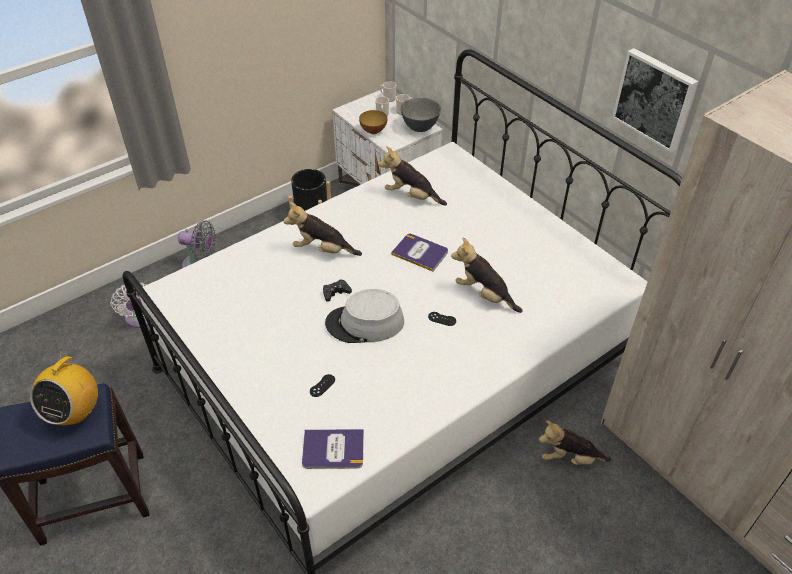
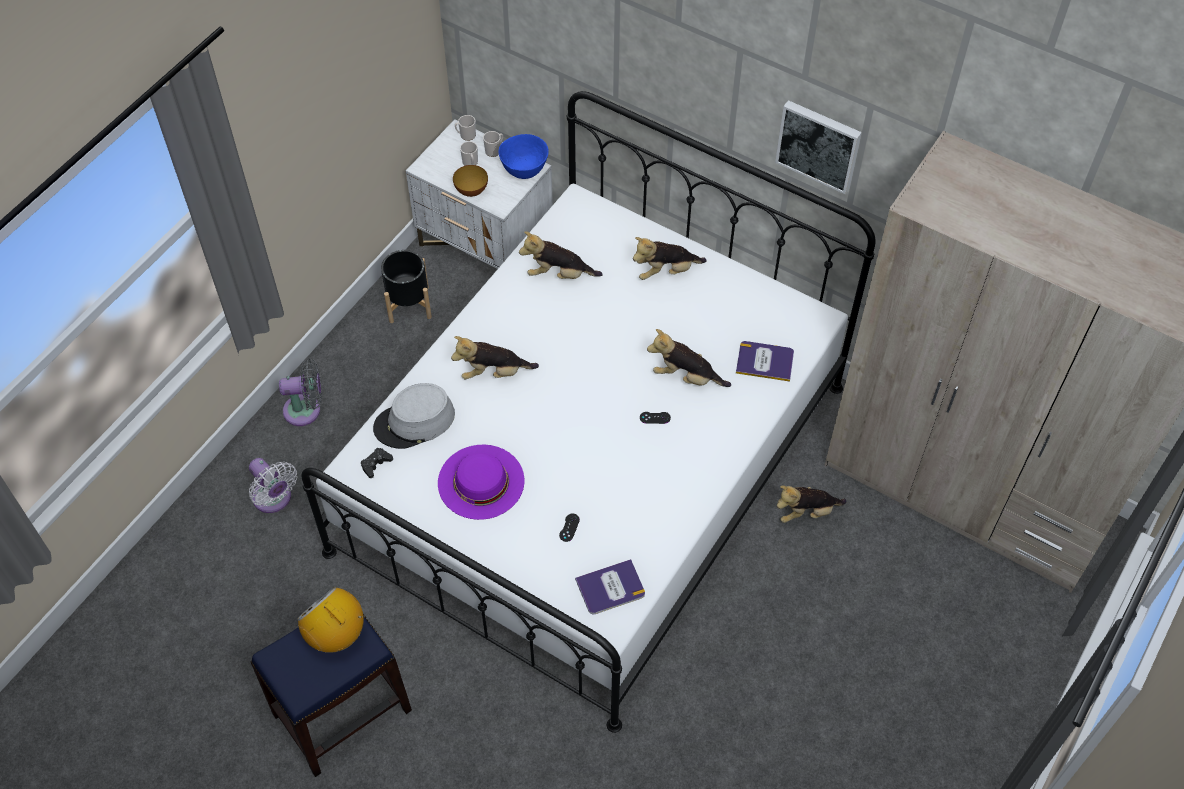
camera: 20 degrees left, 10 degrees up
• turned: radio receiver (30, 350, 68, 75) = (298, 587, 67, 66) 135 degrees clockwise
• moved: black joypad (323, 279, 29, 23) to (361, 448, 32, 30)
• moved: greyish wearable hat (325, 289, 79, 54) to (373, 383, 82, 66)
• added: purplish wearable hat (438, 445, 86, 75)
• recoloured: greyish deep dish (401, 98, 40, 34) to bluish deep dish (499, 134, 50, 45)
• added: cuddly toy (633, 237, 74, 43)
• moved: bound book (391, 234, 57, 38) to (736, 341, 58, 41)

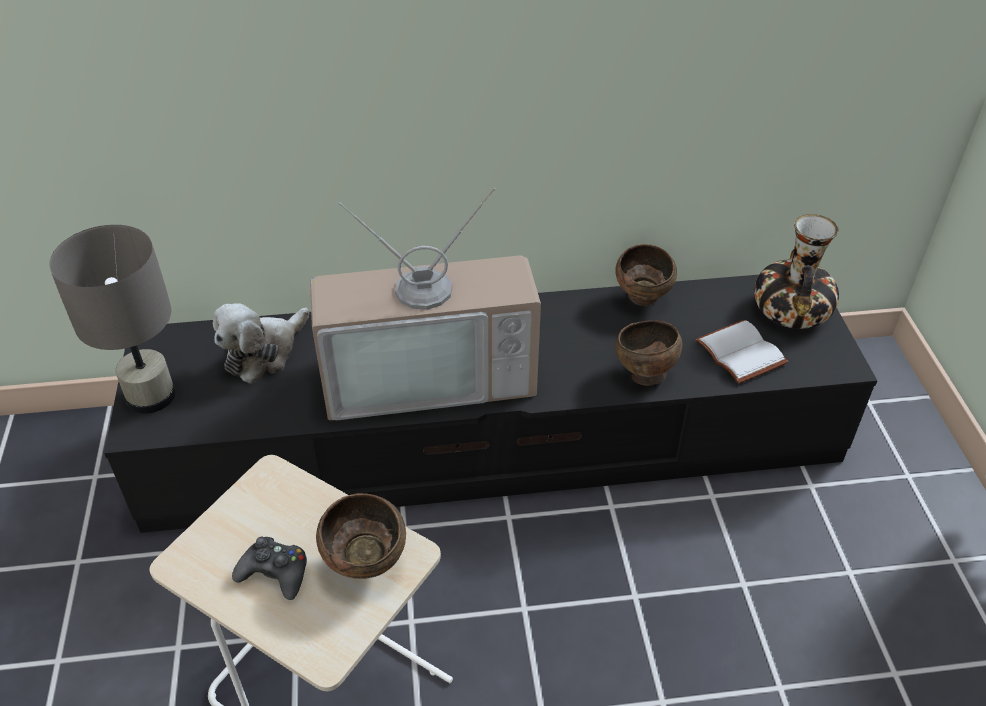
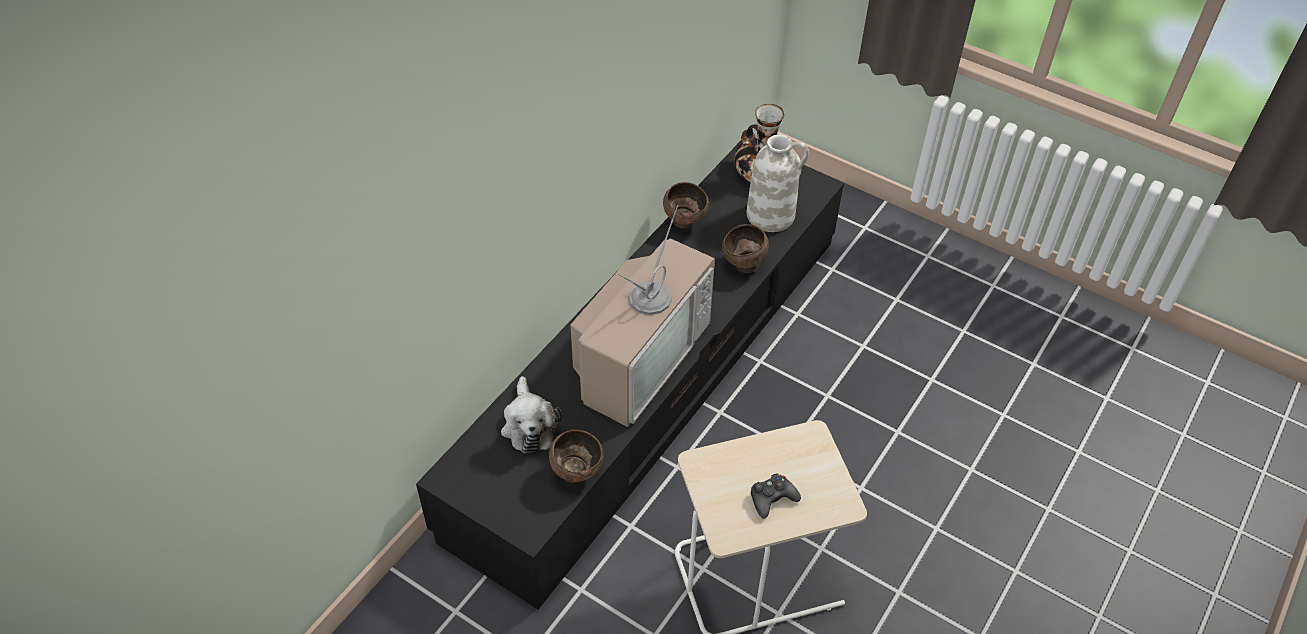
camera: 50 degrees left, 5 degrees up
• moved: brown deep dish (316, 493, 90, 86) to (549, 430, 55, 53)
• replaced: white bound book (696, 320, 92, 64) to white flower vase (747, 135, 62, 97)
• removed: greyish tabletop lamp (49, 225, 127, 189)

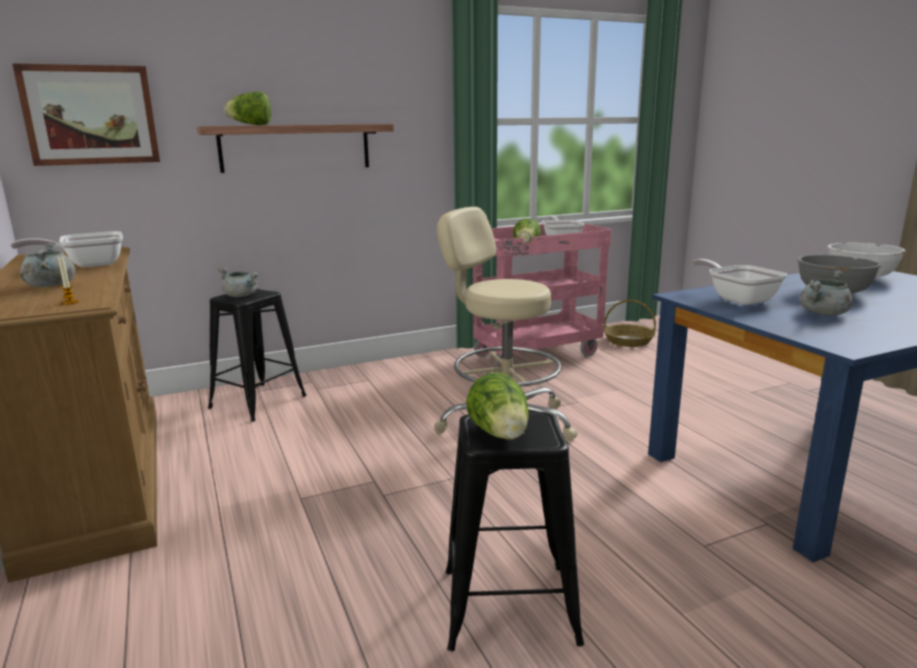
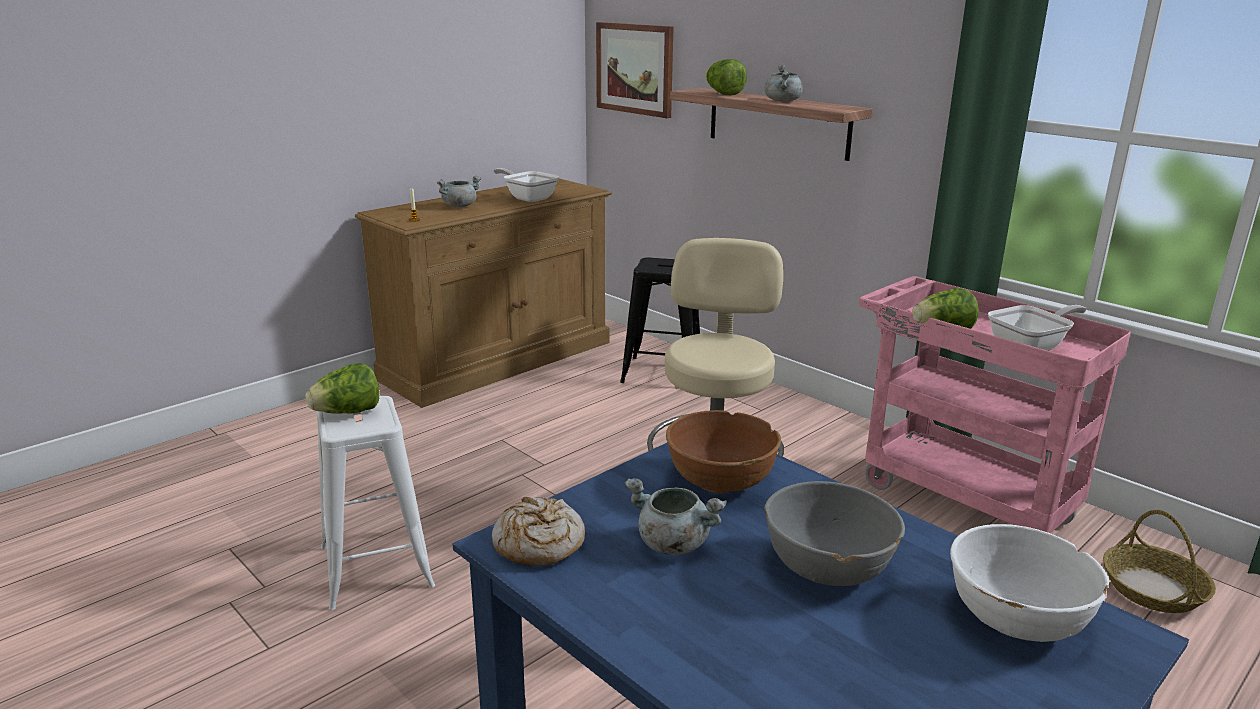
camera: 70 degrees right, 5 degrees up
• recoloured: black sitting stool (446, 412, 138, 239) to white sitting stool (316, 396, 119, 214)
• added: baked bread (492, 497, 93, 69)
• replaced: pan (692, 259, 96, 46) to brown deep dish (666, 410, 115, 84)
• moved: greyish saucepot (218, 267, 41, 30) to (764, 65, 39, 37)

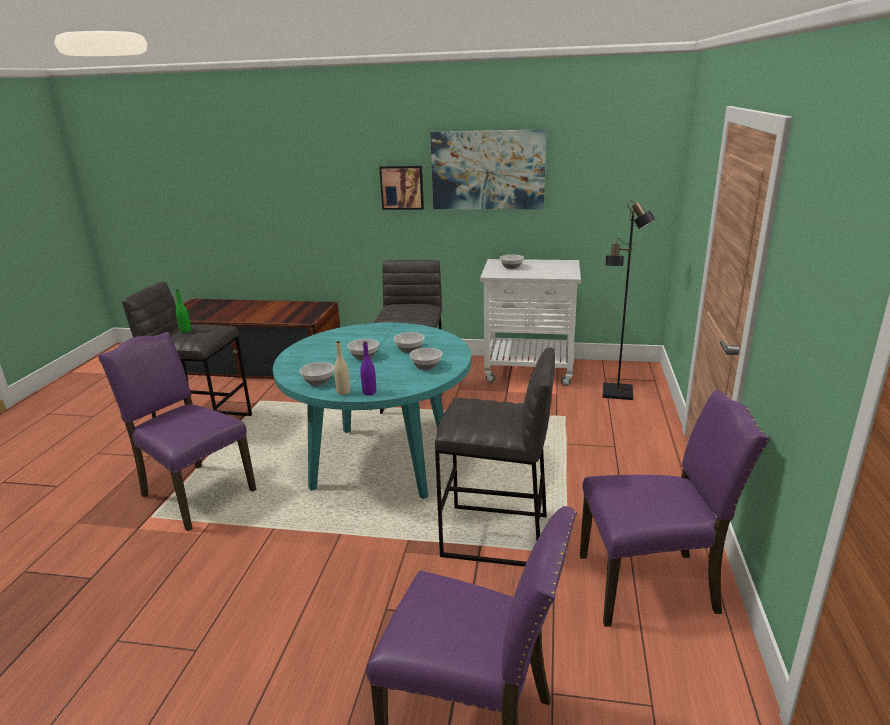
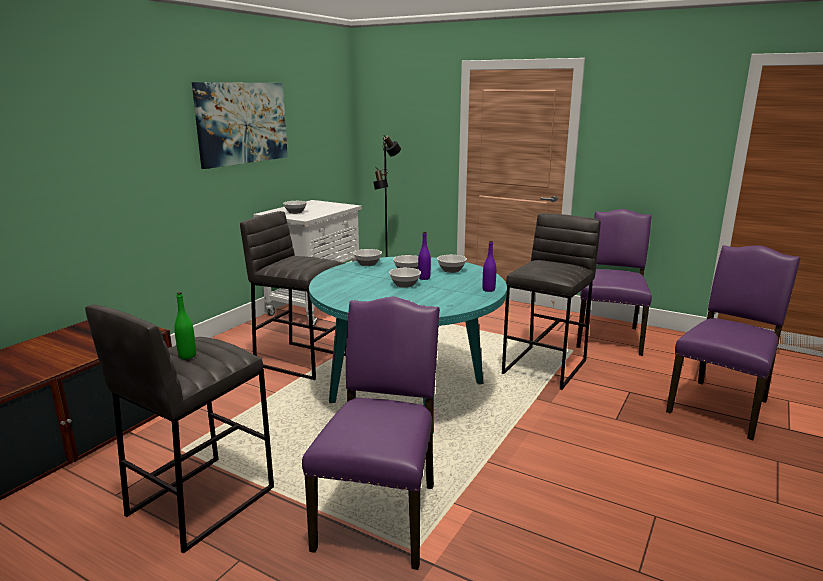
camera: 70 degrees left, 5 degrees down
• turned: purplish plain chair (98, 332, 158, 199) = (302, 297, 138, 273) 135 degrees clockwise
• moved: deep dish (299, 362, 35, 24) to (353, 249, 29, 17)
• added: purplish bottle (418, 232, 13, 48)
• removed: beige-coloured bottle (334, 341, 16, 54)
• removed: wall picture (379, 166, 45, 44)

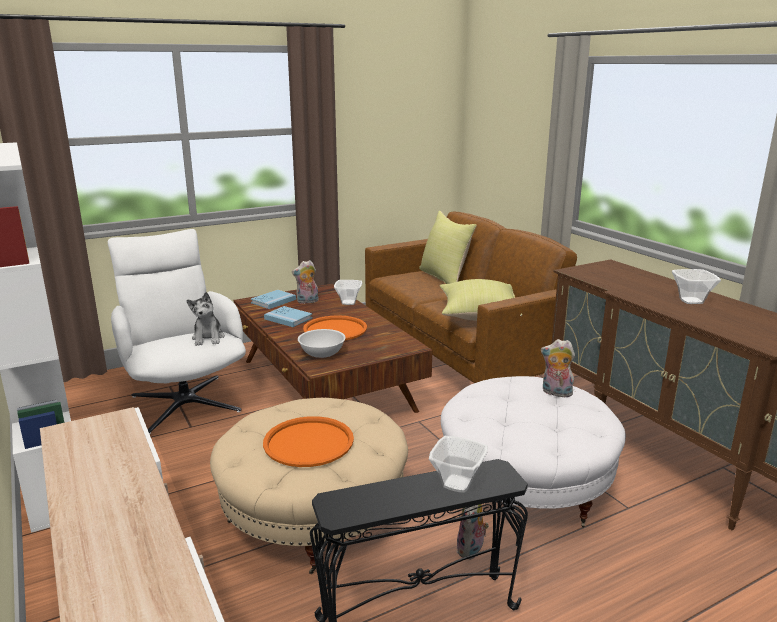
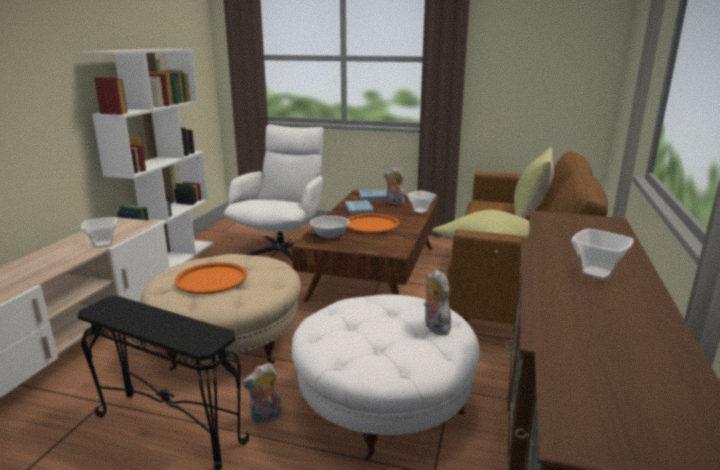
camera: 45 degrees right, 0 degrees up
• moved: deep dish (429, 436, 59, 57) to (81, 217, 36, 31)
• removed: cuddly toy (187, 292, 38, 54)

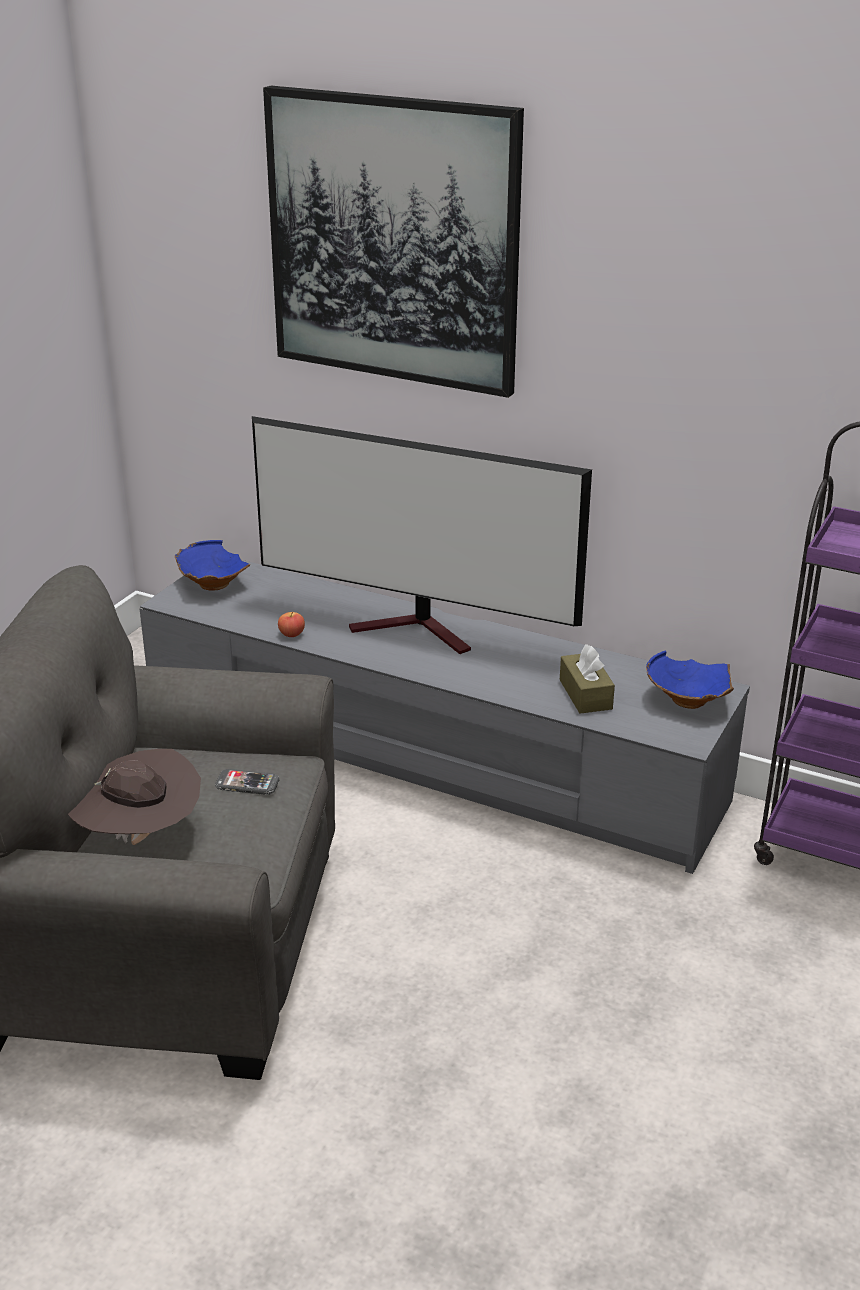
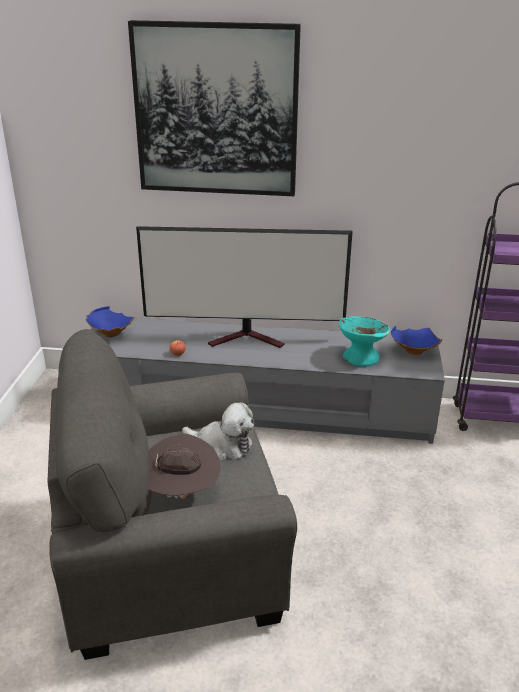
camera: 20 degrees left, 0 degrees up
• replaced: telephone (215, 769, 65, 26) to cuddly toy (182, 402, 72, 59)
• replaced: brown tissue box (560, 644, 55, 70) to blue-green deep dish (339, 316, 51, 50)

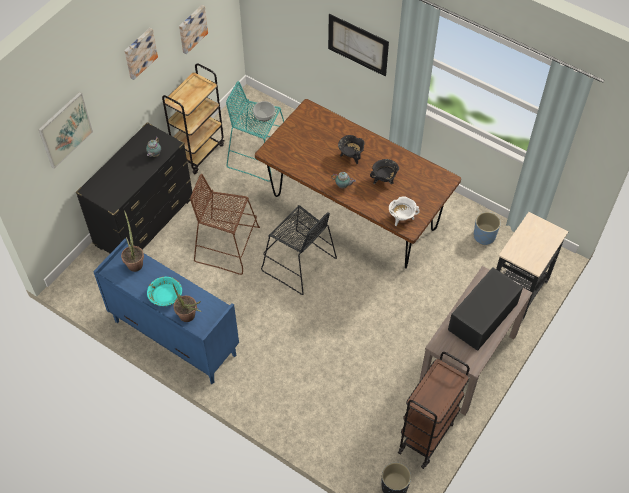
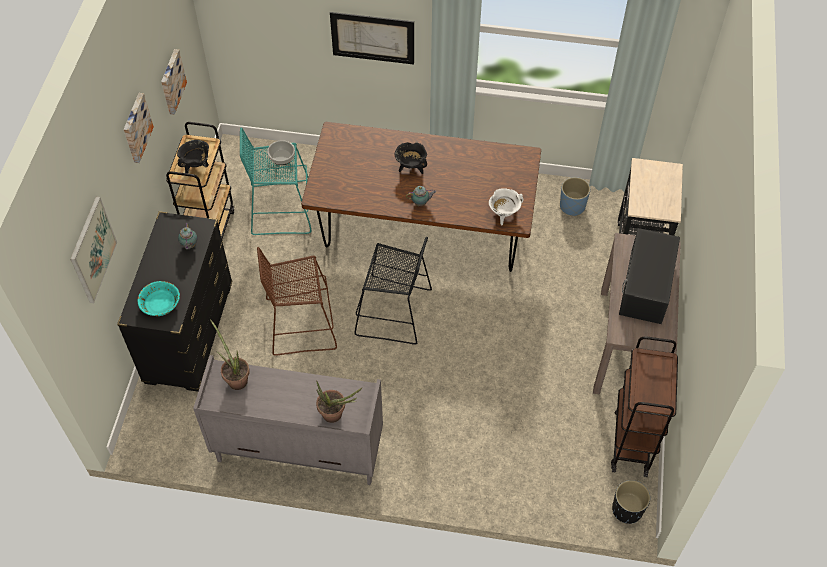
camera: 25 degrees left, 0 degrees up
• moved: blue-green deep dish (147, 277, 35, 29) to (137, 281, 43, 35)
• moved: black saucepot (370, 159, 29, 25) to (177, 140, 32, 33)
• recoloured: bluish cabinet (93, 239, 146, 145) to greyish cabinet (193, 355, 190, 131)

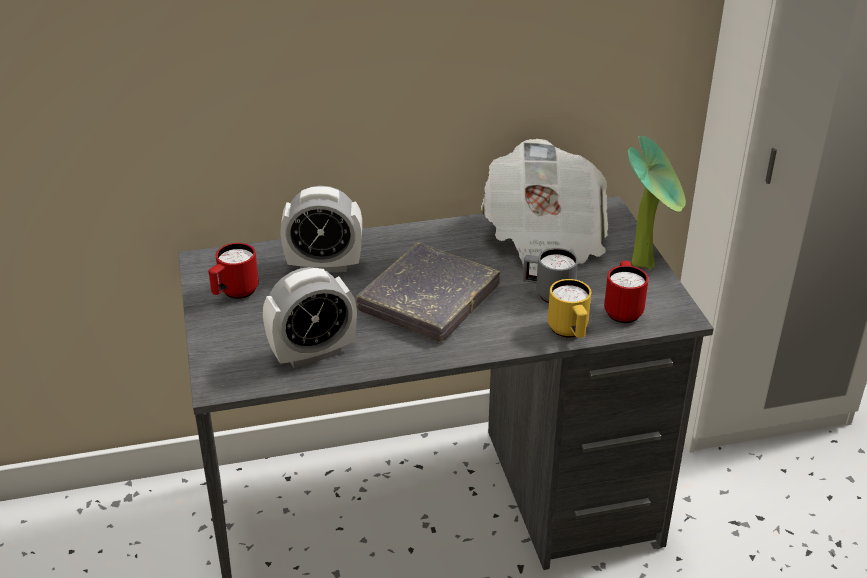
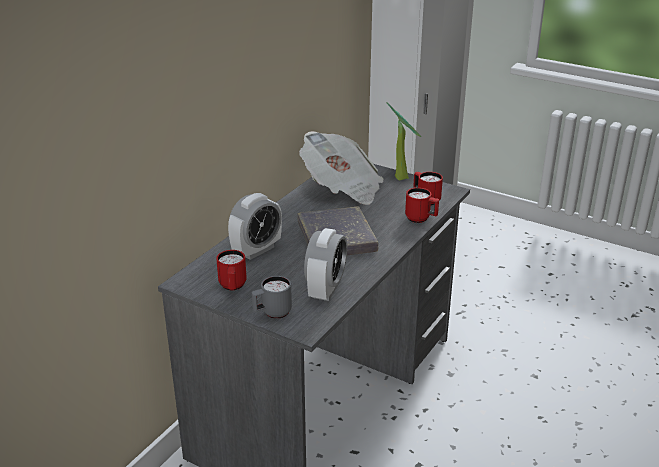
camera: 45 degrees left, 5 degrees down
• moved: greyish mug (523, 248, 55, 55) to (252, 276, 40, 43)
• recoloured: yellowish mug (548, 279, 43, 59) to reddish mug (405, 188, 34, 35)

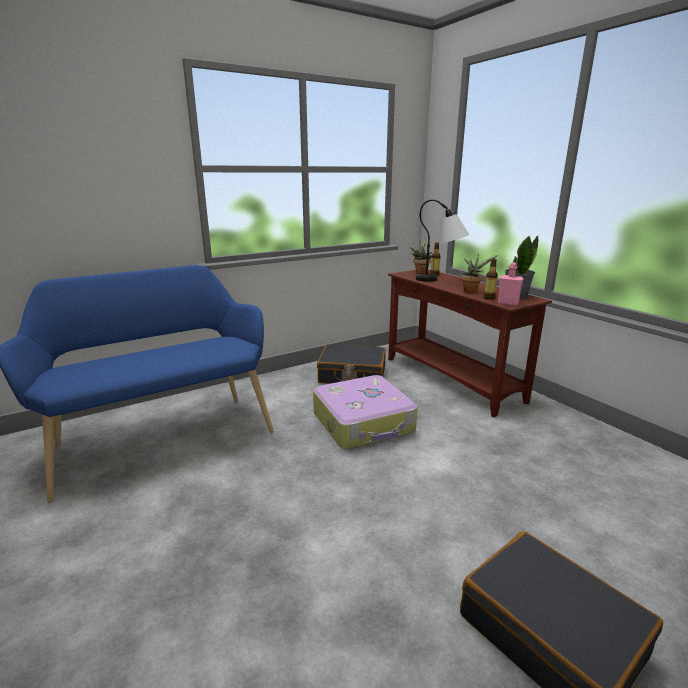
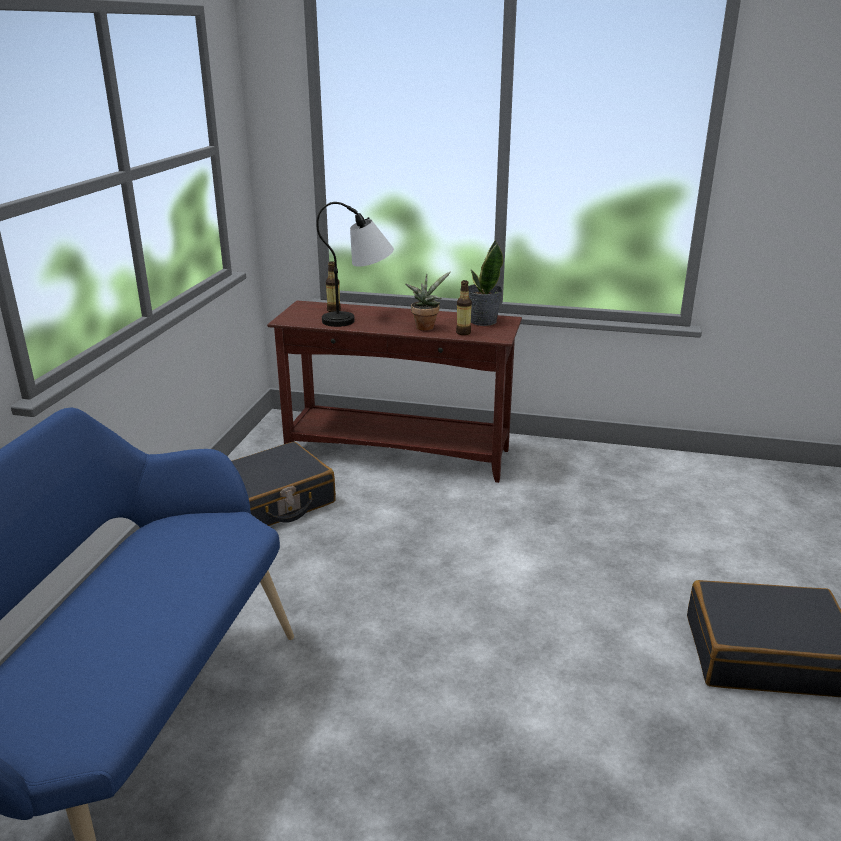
camera: 45 degrees left, 5 degrees up
• removed: travel case (313, 375, 105, 75)
• removed: potted plant (410, 239, 22, 35)
• removed: pinkish bottle (498, 263, 26, 43)

